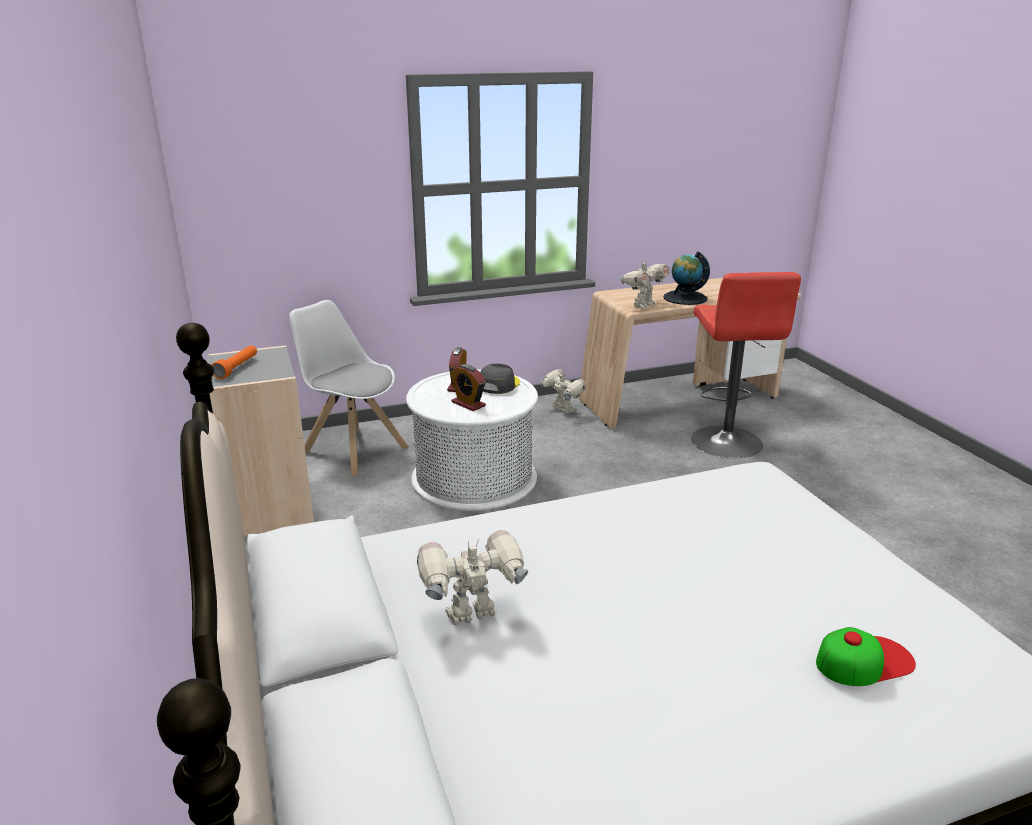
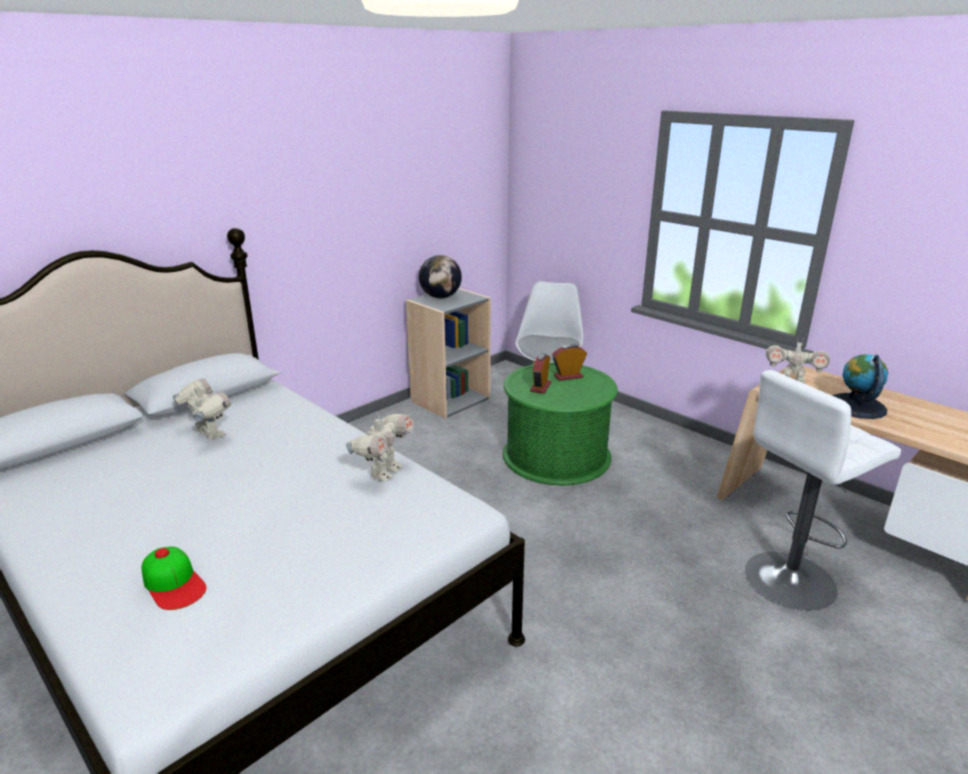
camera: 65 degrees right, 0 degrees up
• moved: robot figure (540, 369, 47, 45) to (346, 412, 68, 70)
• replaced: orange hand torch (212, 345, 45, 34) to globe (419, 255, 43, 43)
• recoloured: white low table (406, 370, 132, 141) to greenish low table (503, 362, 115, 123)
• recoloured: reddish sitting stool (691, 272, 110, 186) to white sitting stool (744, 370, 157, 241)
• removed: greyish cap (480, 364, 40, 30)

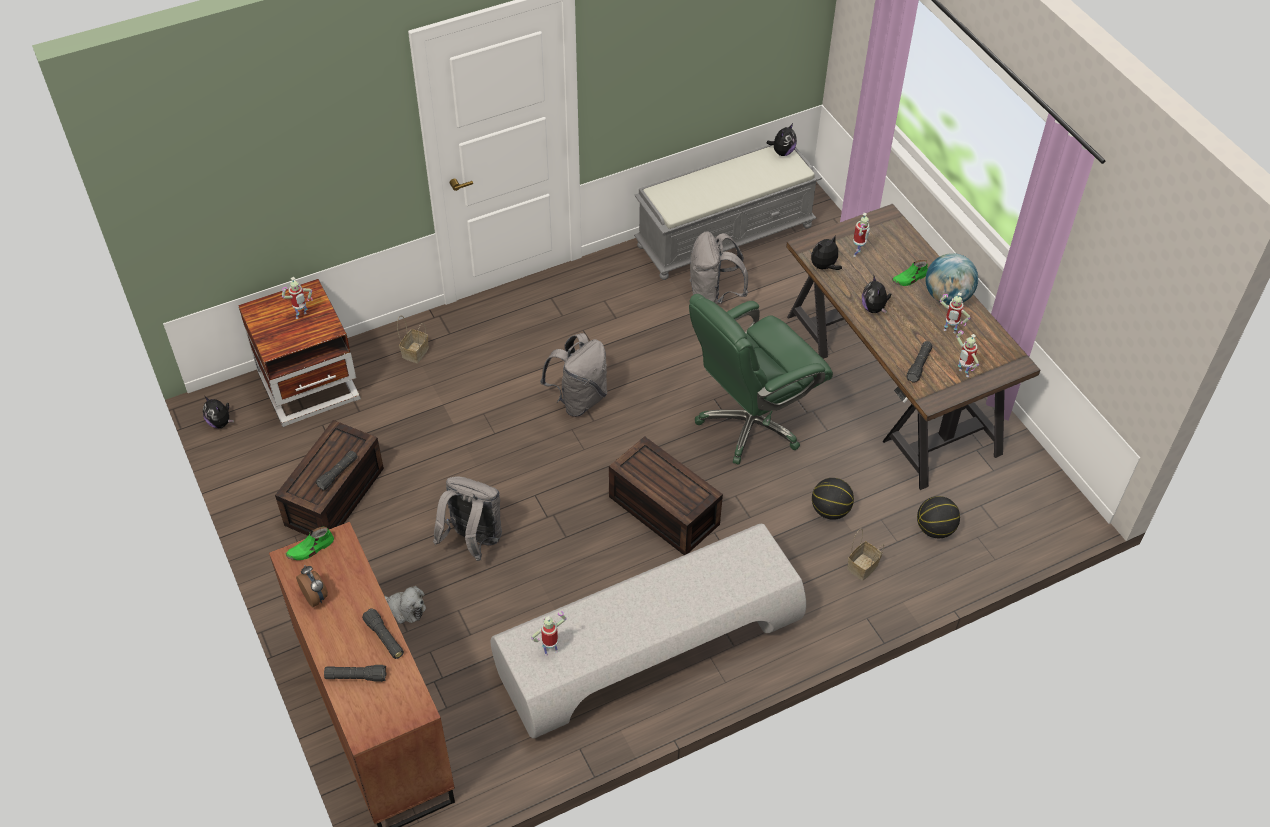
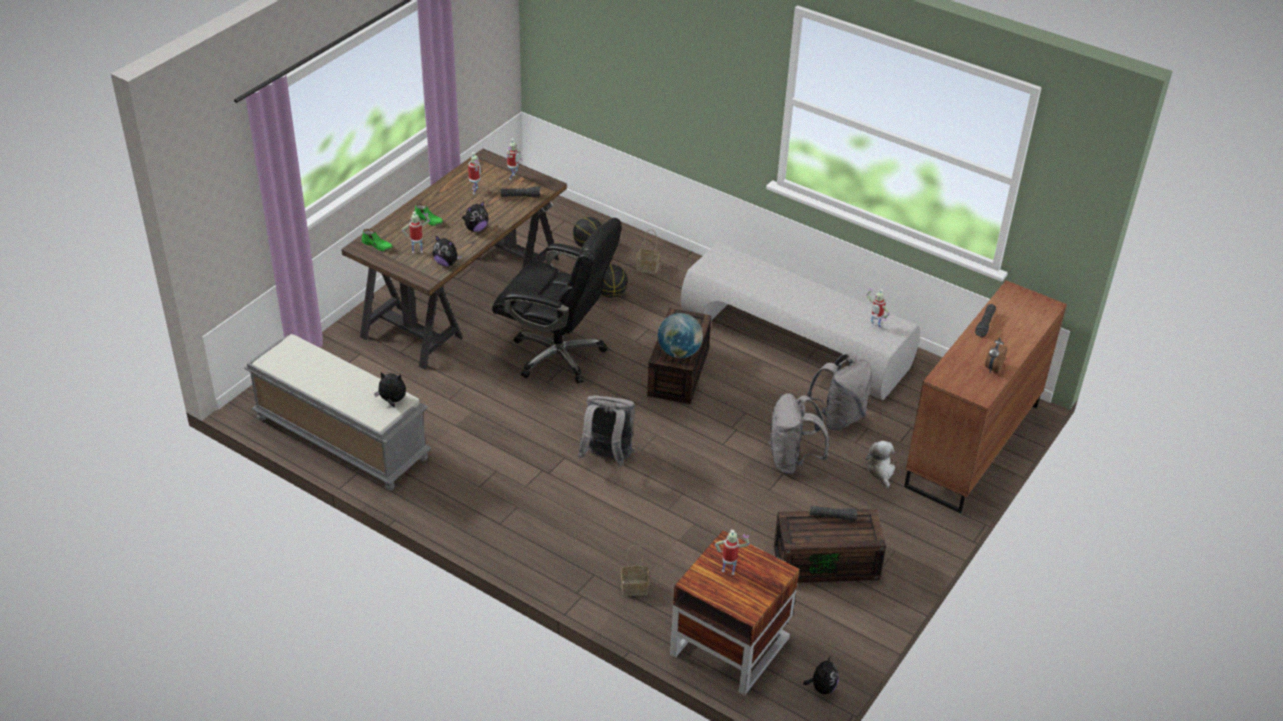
camera: 120 degrees left, 10 degrees down
• moved: greenish low shoe (286, 527, 48, 33) to (362, 229, 31, 22)
• moved: cuddly toy (767, 123, 30, 33) to (374, 372, 32, 35)
• recoloured: greenish office chair (689, 294, 144, 171) to black office chair (492, 218, 130, 165)
• moved: globe (926, 253, 52, 52) to (658, 313, 45, 45)
• moved: greyish knapsack (690, 232, 58, 72) to (807, 354, 65, 76)
• removed: black hand torch (324, 665, 62, 17)

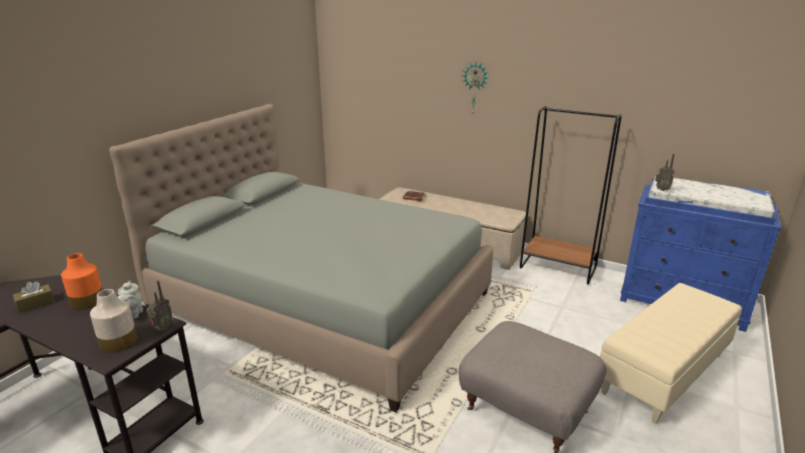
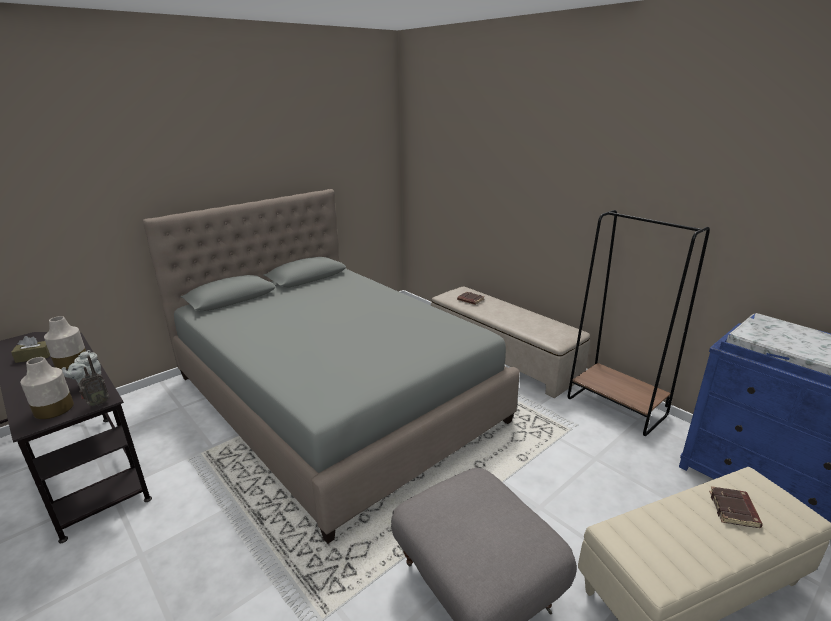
camera: 20 degrees right, 0 degrees up
• recoloured: orange flower vase (61, 253, 42, 57) to beige-coloured flower vase (44, 316, 42, 53)
• added: brown bound book (709, 486, 54, 42)
• removed: wall clock (462, 62, 26, 52)
• removed: radio receiver (655, 154, 20, 37)

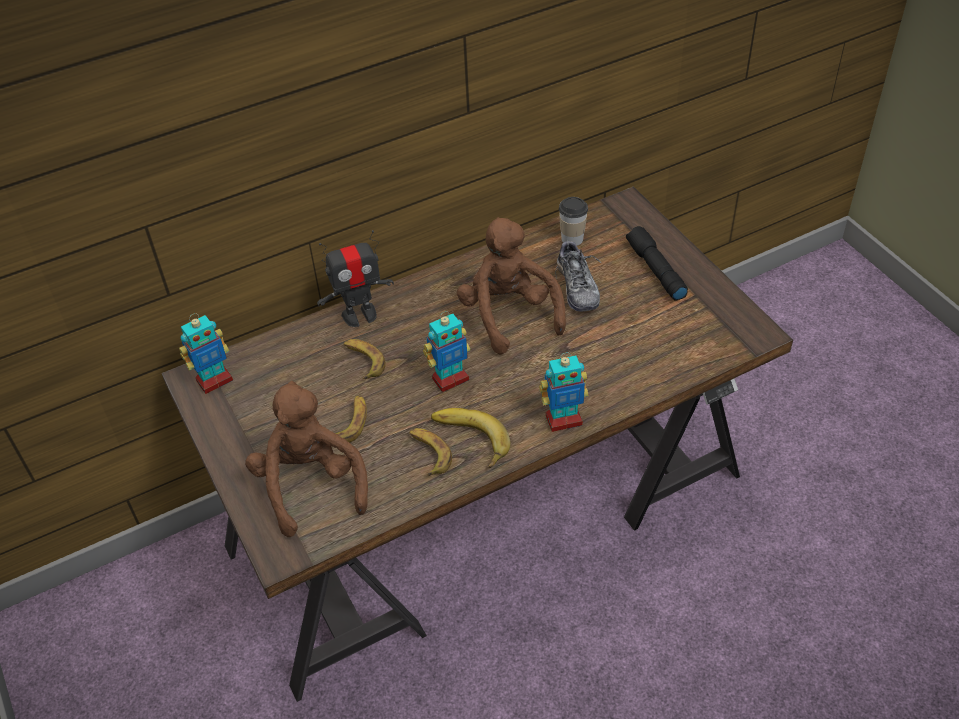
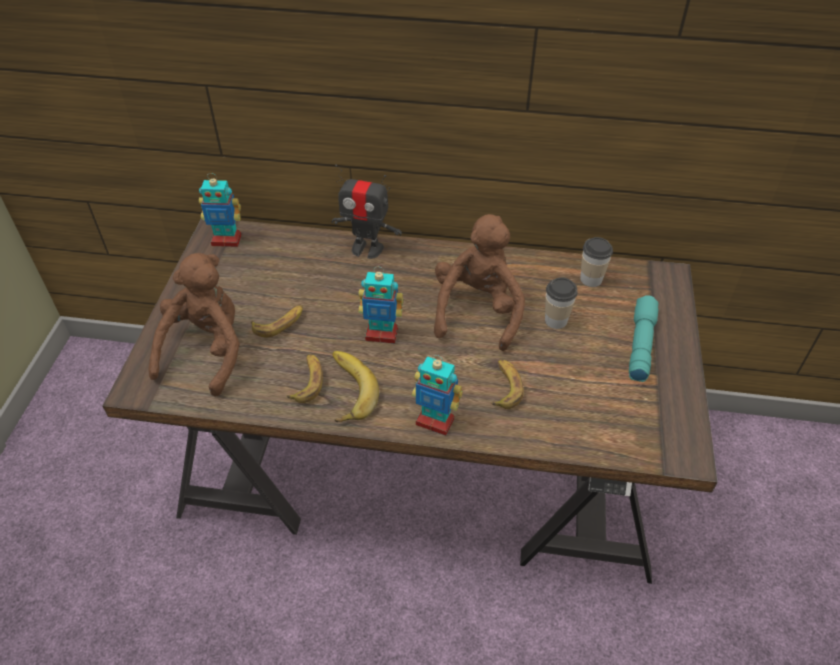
camera: 35 degrees right, 0 degrees up
• moved: banana (343, 339, 43, 40) to (491, 360, 33, 49)
• replaced: low shoe (555, 239, 47, 73) to small cup (545, 277, 33, 52)
• recoloured: black hand torch (626, 226, 62, 75) to blue-green hand torch (629, 295, 30, 87)

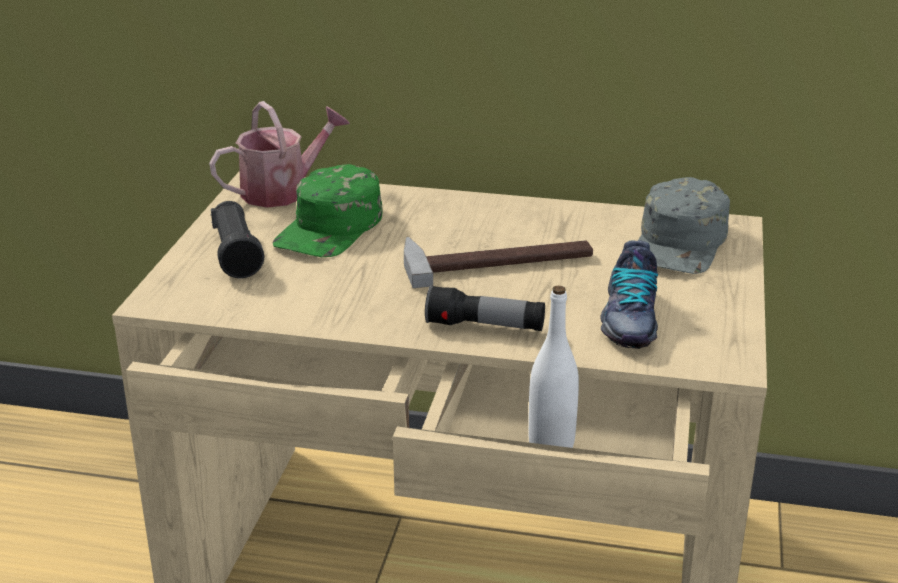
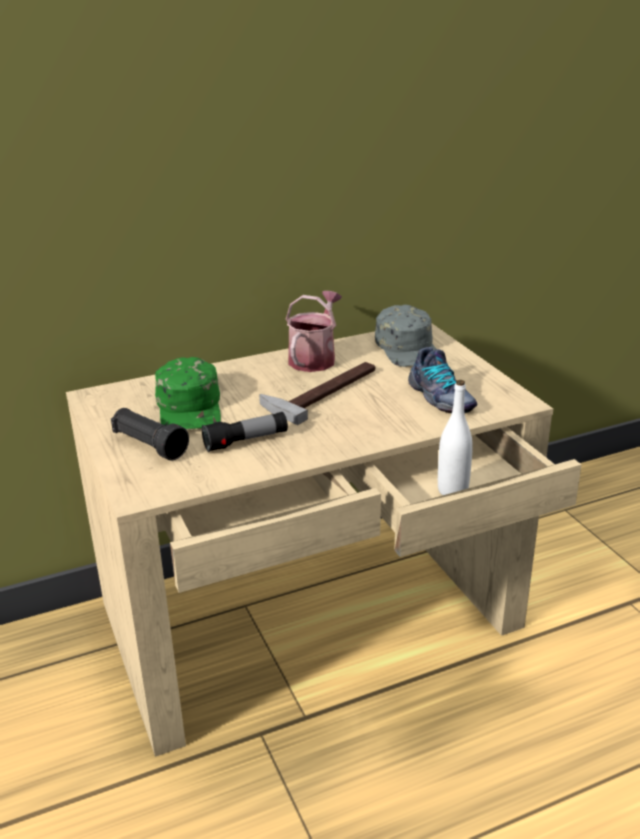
camera: 35 degrees left, 0 degrees up
• moved: hand torch (425, 285, 120, 46) to (202, 412, 86, 40)
• moved: watering pot (209, 101, 141, 107) to (286, 291, 56, 81)

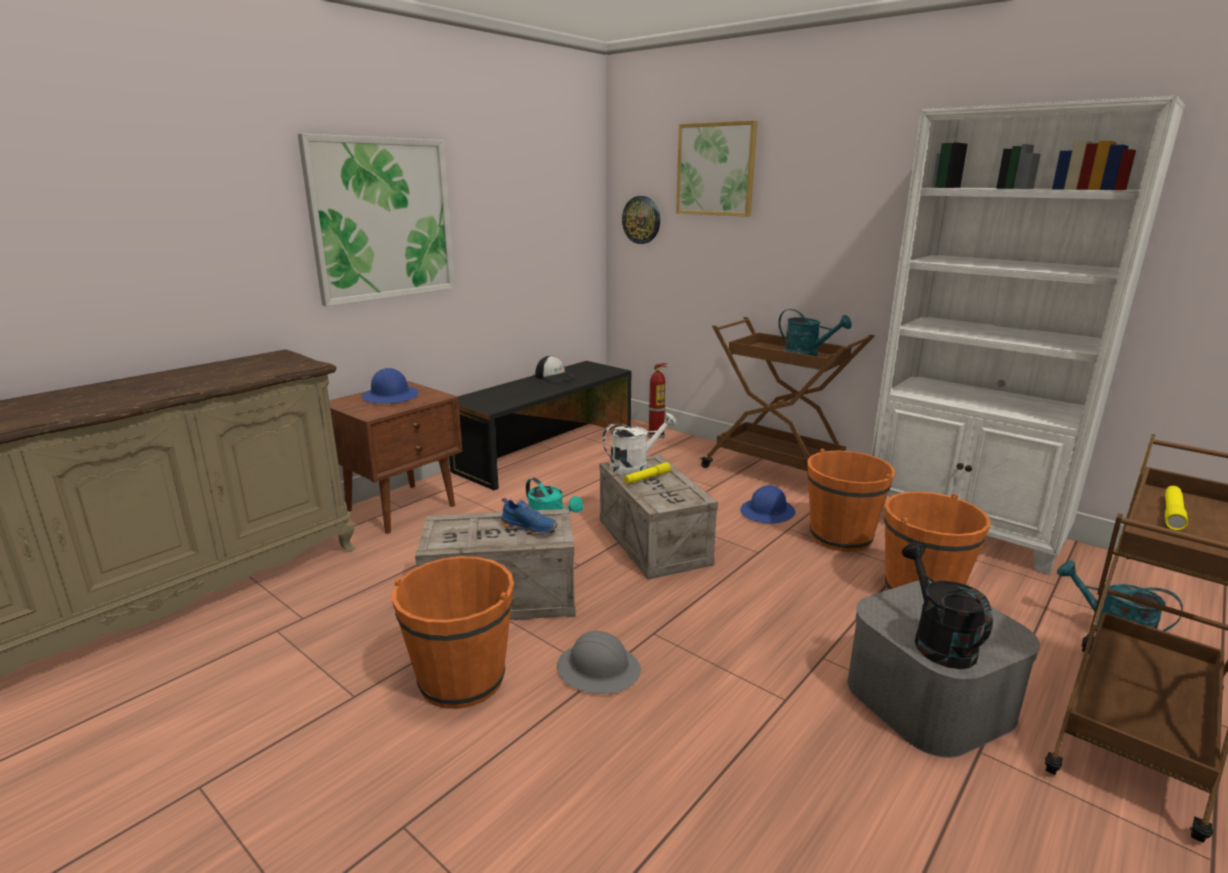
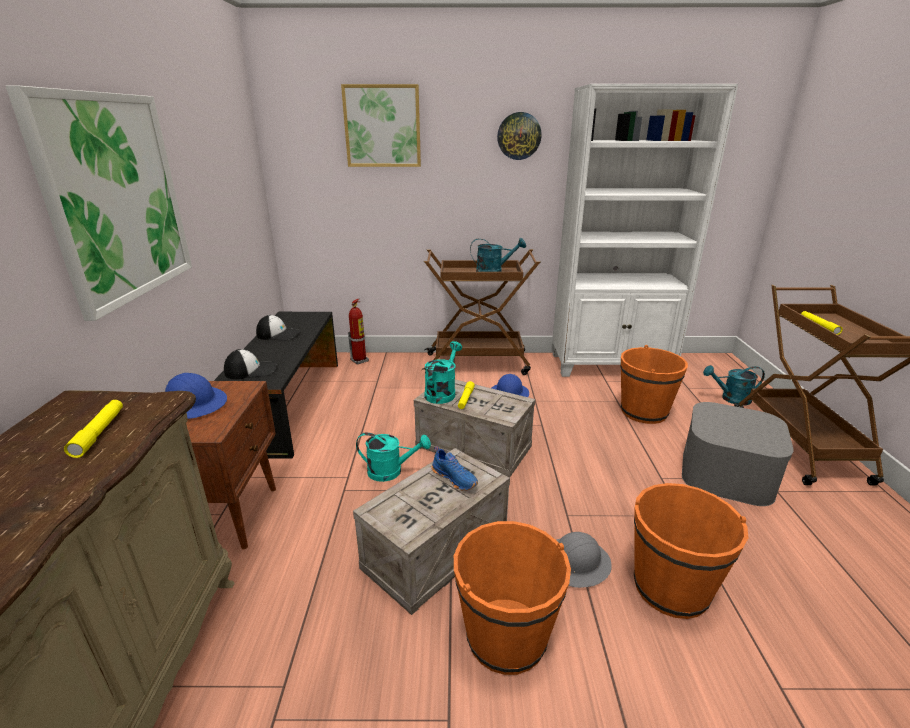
camera: 40 degrees left, 5 degrees up
• added: yellowish hand torch (64, 400, 59, 58)
• added: cap (224, 349, 53, 31)
• recoloured: white watering pot (602, 413, 75, 62) to blue-green watering pot (425, 341, 37, 63)
• turned: bluish low shoe (500, 498, 58, 37) = (431, 446, 47, 44) 60 degrees clockwise
• moved: wall clock (622, 196, 38, 48) to (497, 112, 45, 48)
• moved: orange water bucket (807, 449, 88, 103) to (634, 483, 114, 136)
• removed: black watering pot (902, 542, 91, 127)

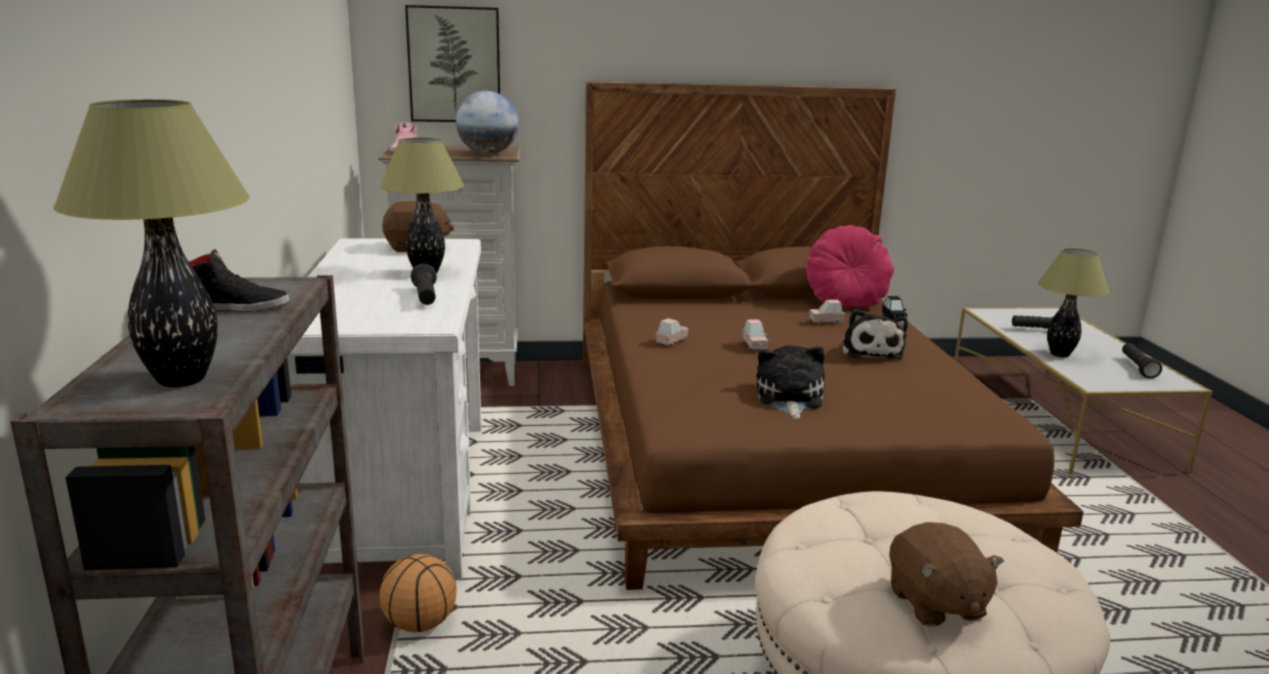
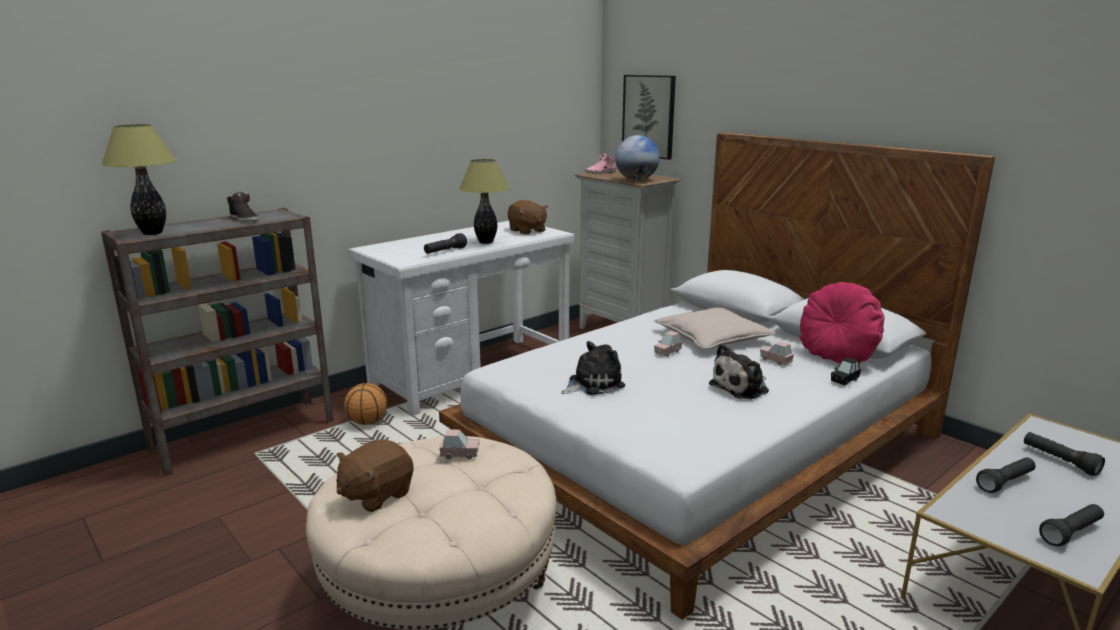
camera: 55 degrees right, 0 degrees up
• recoloured: brown sleeping bed (583, 81, 501, 509) to white sleeping bed (439, 133, 556, 487)
• moved: pinkish model car (656, 318, 33, 28) to (439, 430, 41, 30)
• added: beige-coloured throw pillow (654, 307, 121, 42)
• replaced: tabletop lamp (1038, 248, 71, 109) to black hand torch (976, 457, 60, 36)

